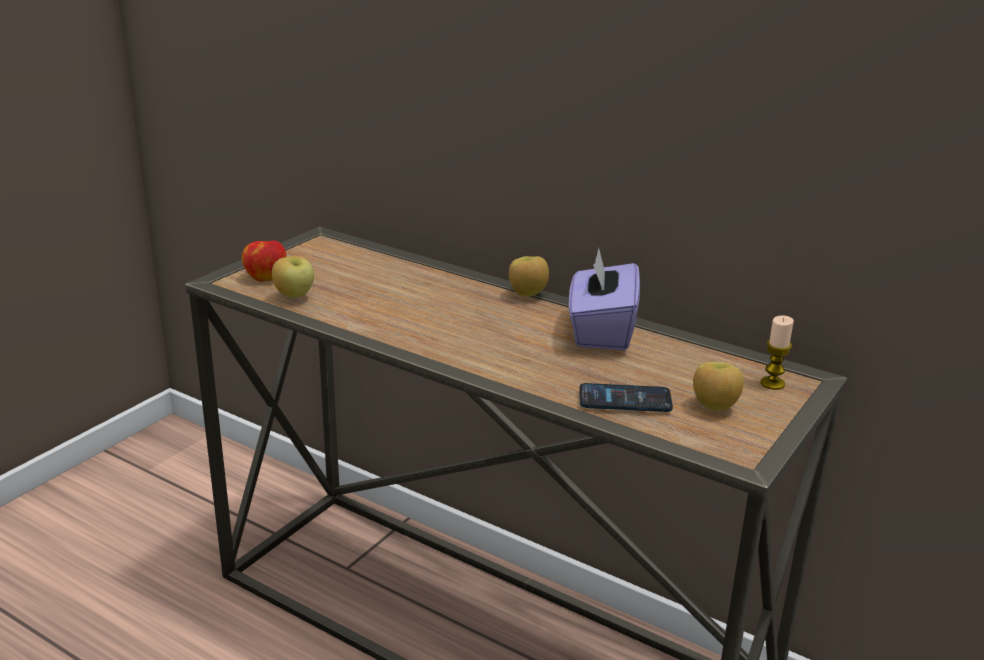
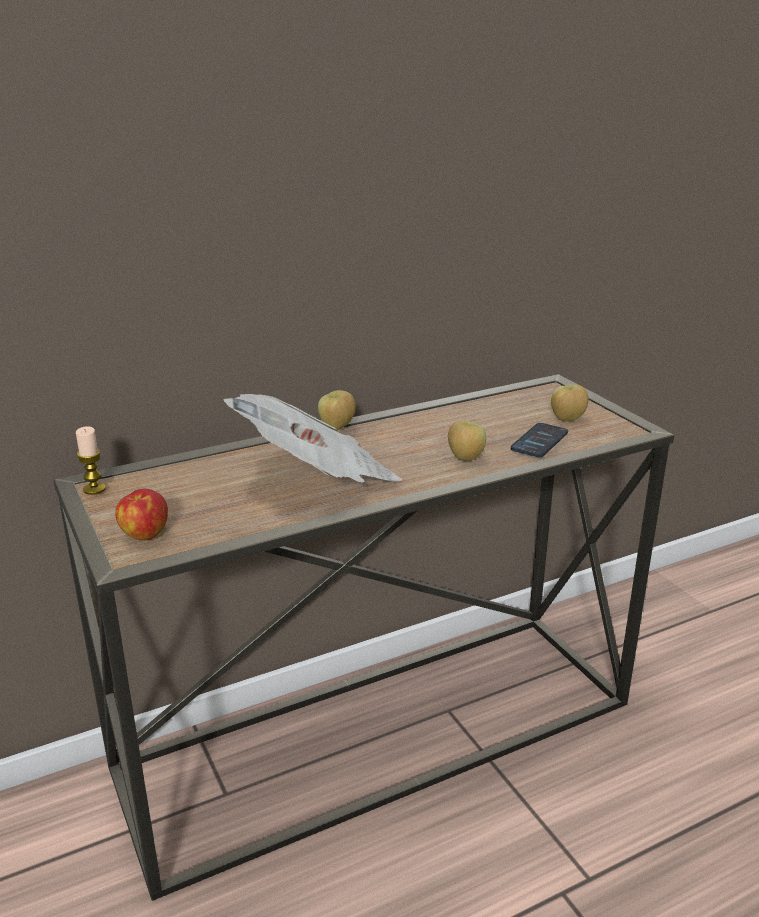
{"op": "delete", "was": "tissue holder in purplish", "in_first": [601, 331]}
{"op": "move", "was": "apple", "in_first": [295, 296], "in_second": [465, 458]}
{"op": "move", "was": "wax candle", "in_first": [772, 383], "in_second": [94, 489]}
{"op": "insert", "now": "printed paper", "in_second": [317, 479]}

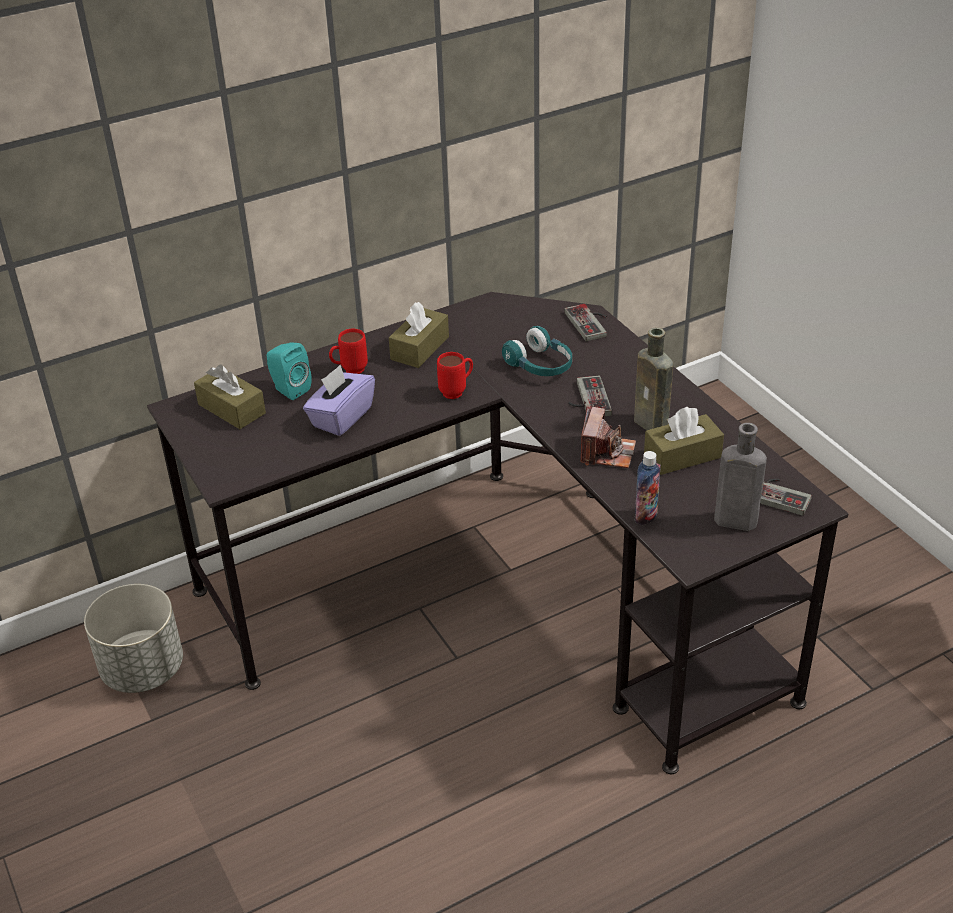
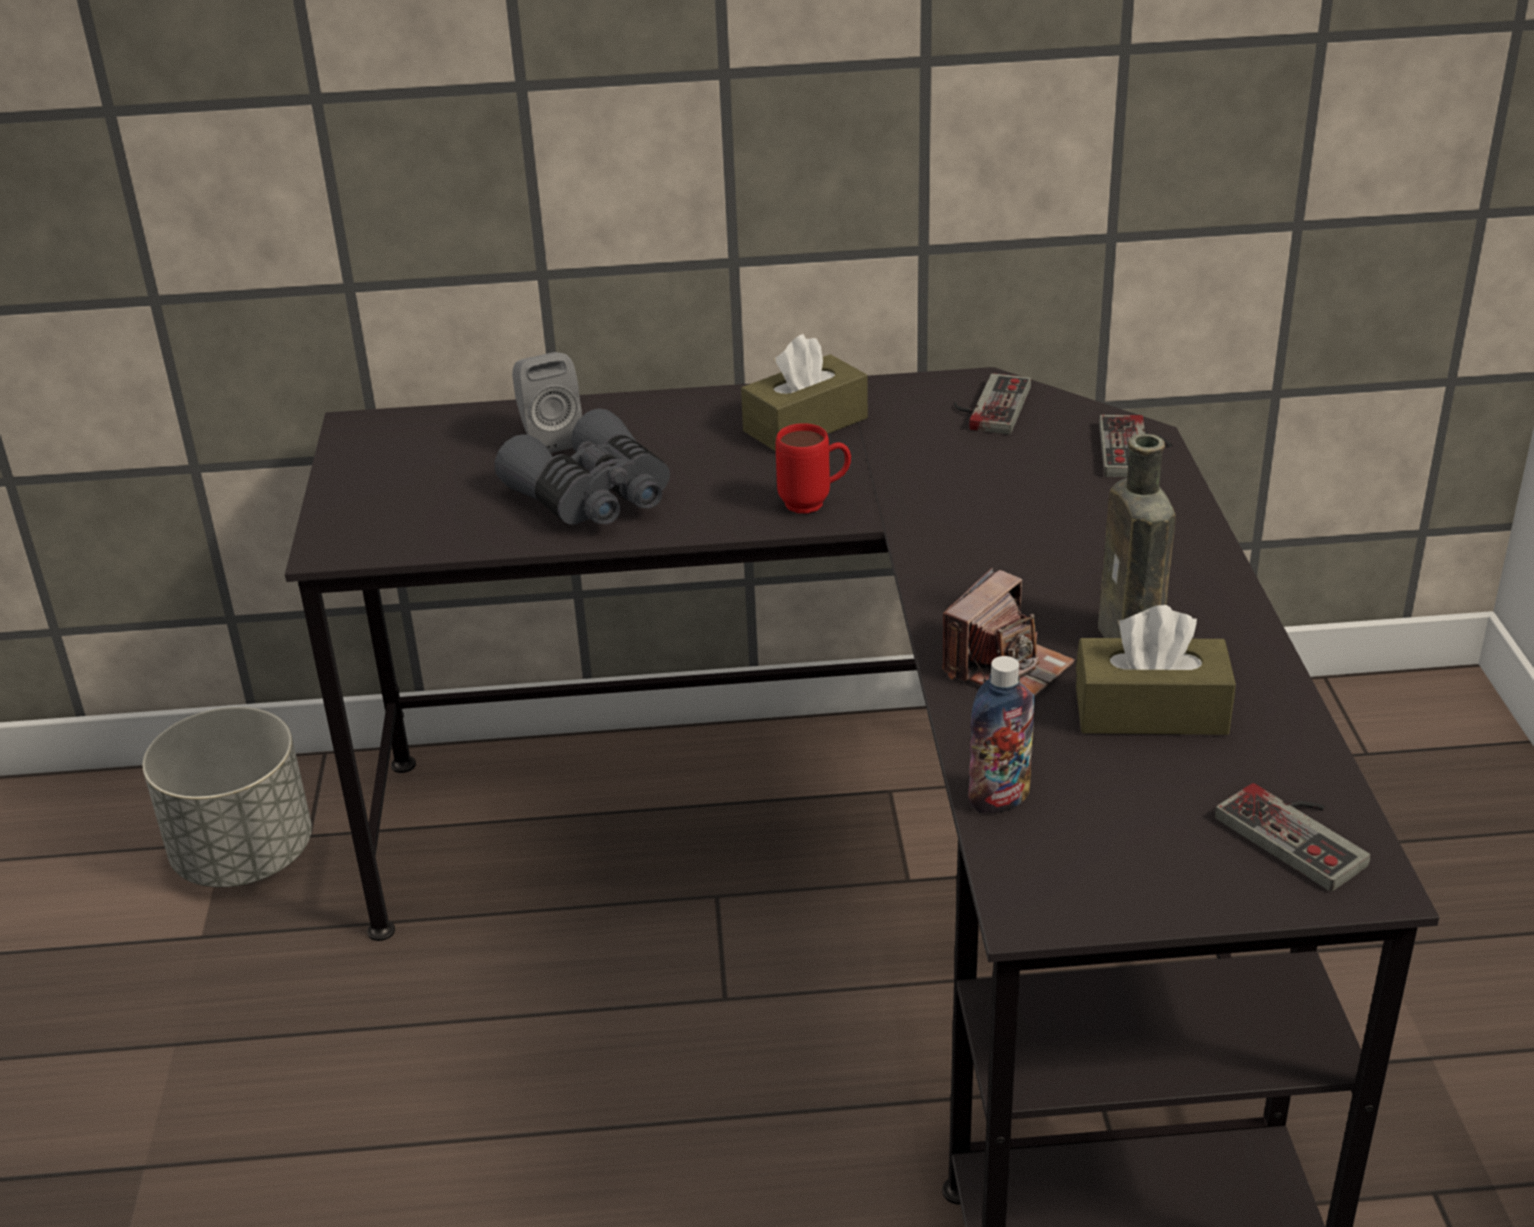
{"op": "delete", "was": "headset in turquoise", "in_first": [540, 366]}
{"op": "delete", "was": "mug in red", "in_first": [349, 371]}
{"op": "recolor", "was": "speaker in turquoise", "now": "speaker in gray", "in_first": [289, 389], "in_second": [548, 438]}
{"op": "delete", "was": "tissue holder in brown", "in_first": [231, 409]}
{"op": "replace", "was": "tissue holder in purplish", "now": "pair of binoculars in gray", "in_first": [341, 417], "in_second": [593, 497]}
{"op": "move", "was": "joypad", "in_first": [586, 399], "in_second": [988, 406]}
{"op": "delete", "was": "beverage bottle in gray", "in_first": [732, 520]}

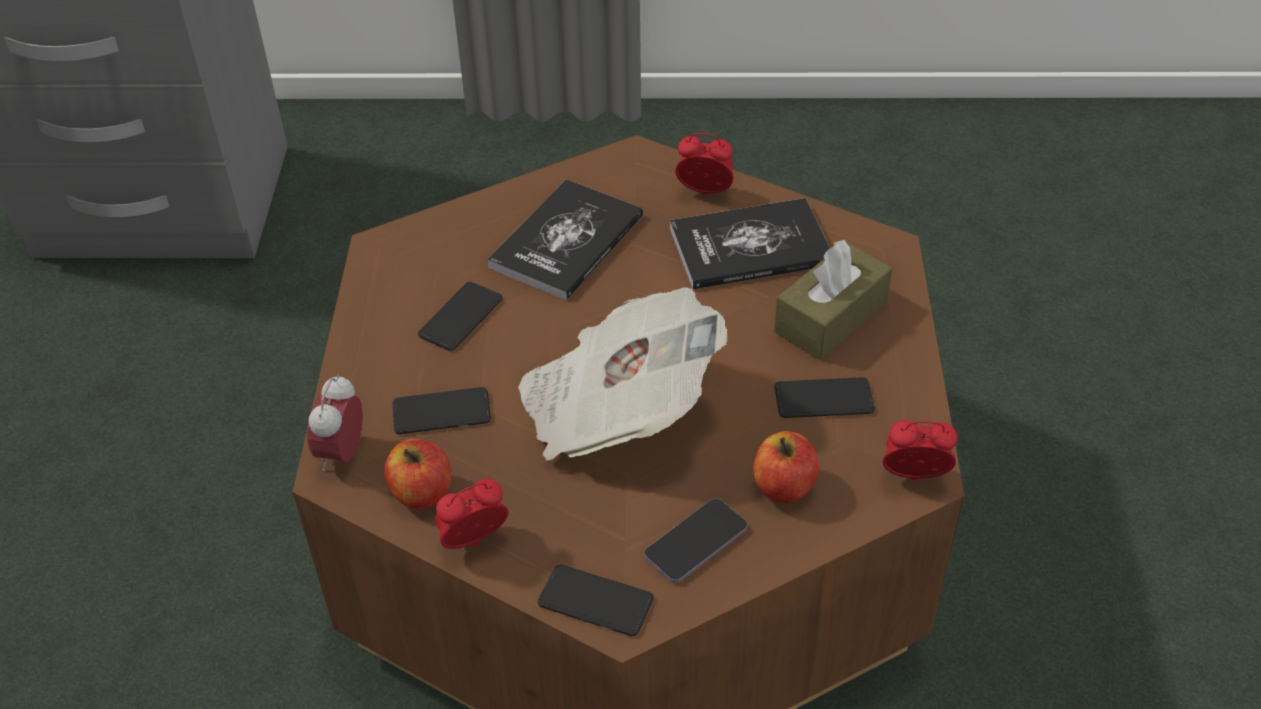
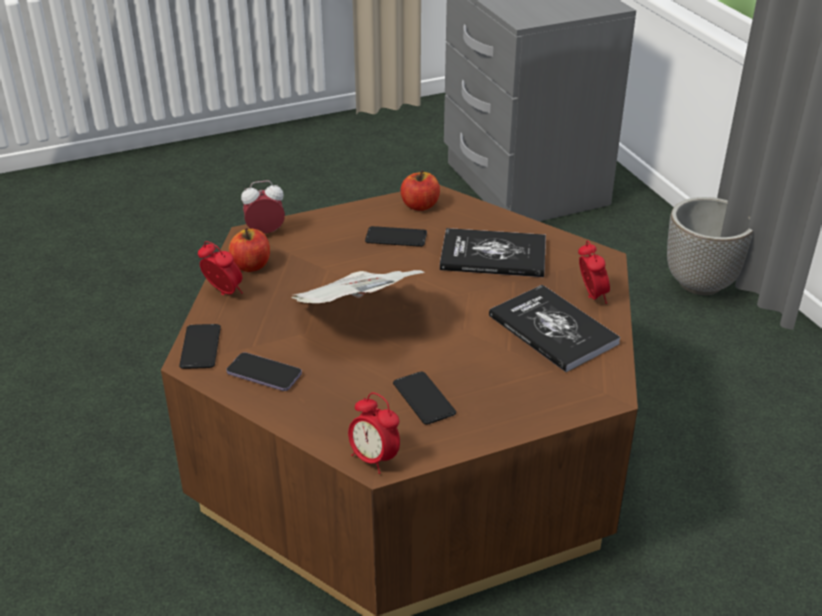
{"op": "delete", "was": "tissue holder in brown", "in_first": [831, 317]}
{"op": "delete", "was": "telephone", "in_first": [441, 412]}
{"op": "rotate", "was": "alarm clock", "in_first": [913, 478], "in_second": [374, 459], "clockwise": 150}
{"op": "move", "was": "apple", "in_first": [784, 486], "in_second": [420, 206]}
{"op": "insert", "now": "flower pot", "in_second": [699, 284]}

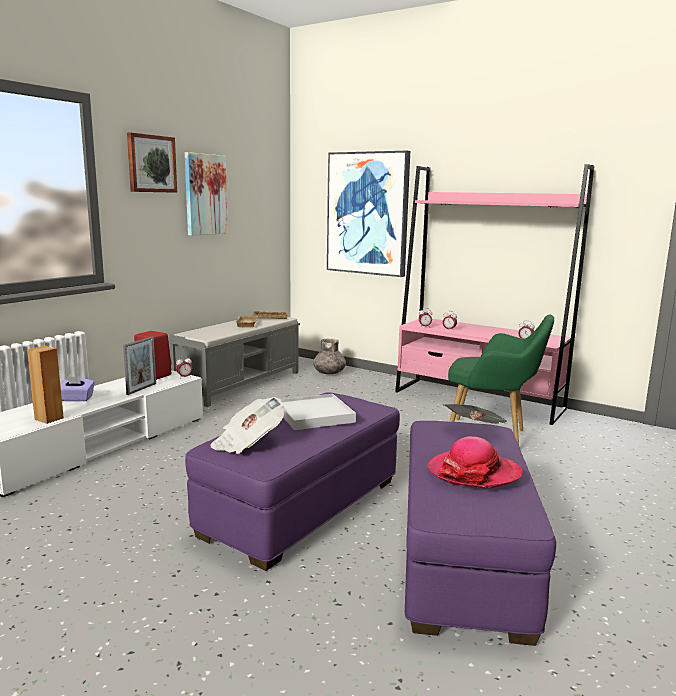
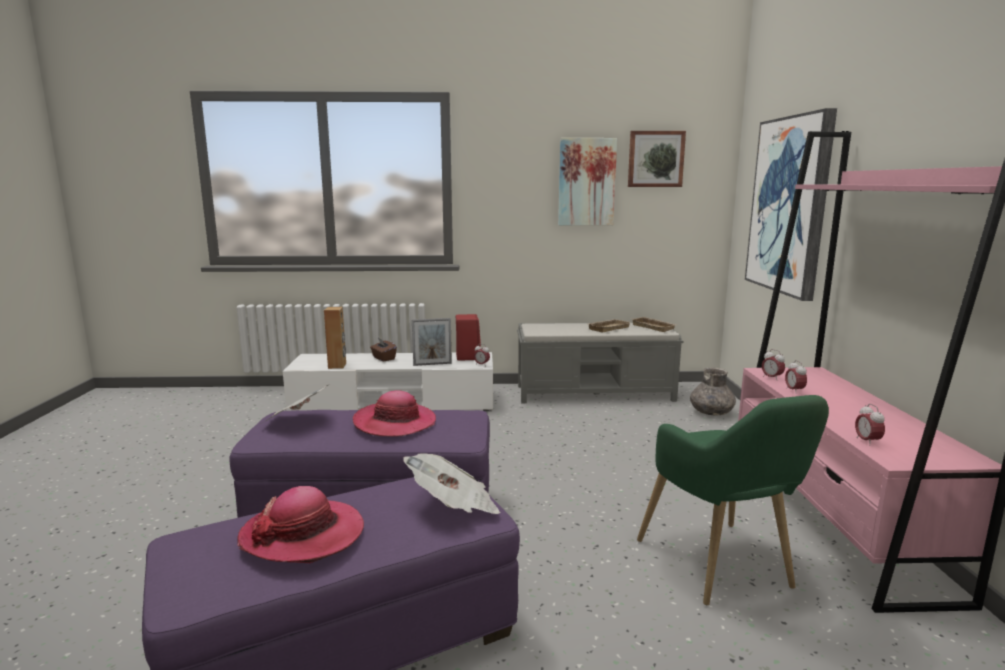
{"op": "move", "was": "wall art", "in_first": [151, 164], "in_second": [655, 159]}
{"op": "recolor", "was": "tissue holder in purplish", "now": "tissue holder in brown", "in_first": [76, 399], "in_second": [383, 358]}
{"op": "replace", "was": "carrying tray in whitish", "now": "clothing hat", "in_first": [314, 415], "in_second": [395, 423]}

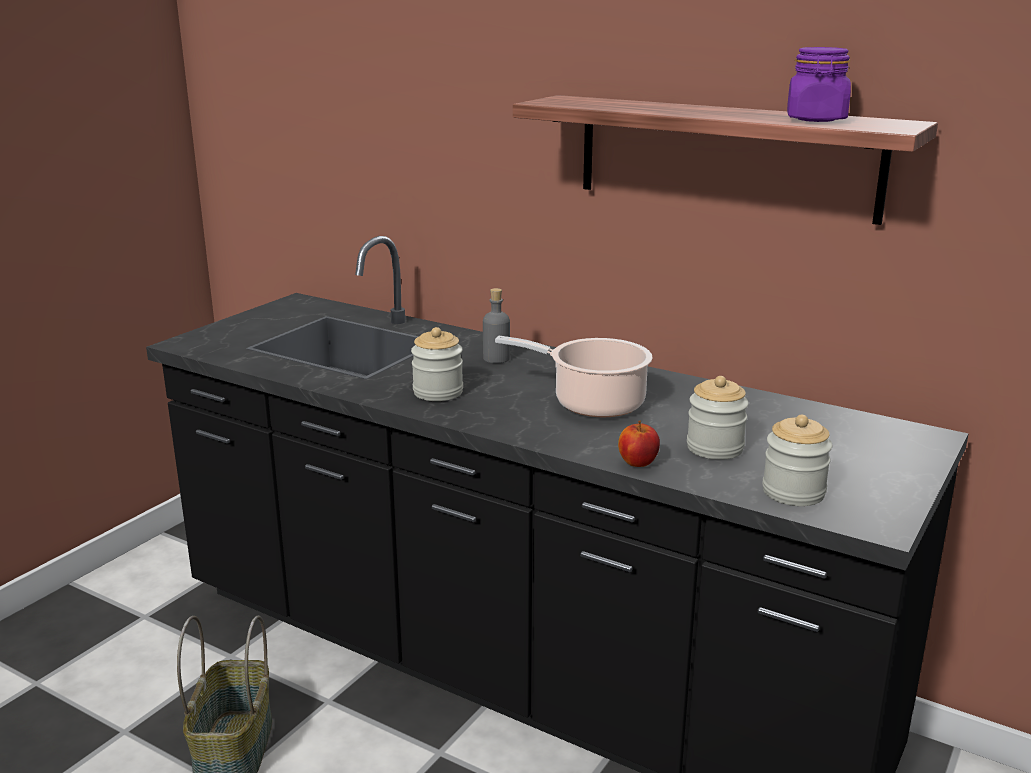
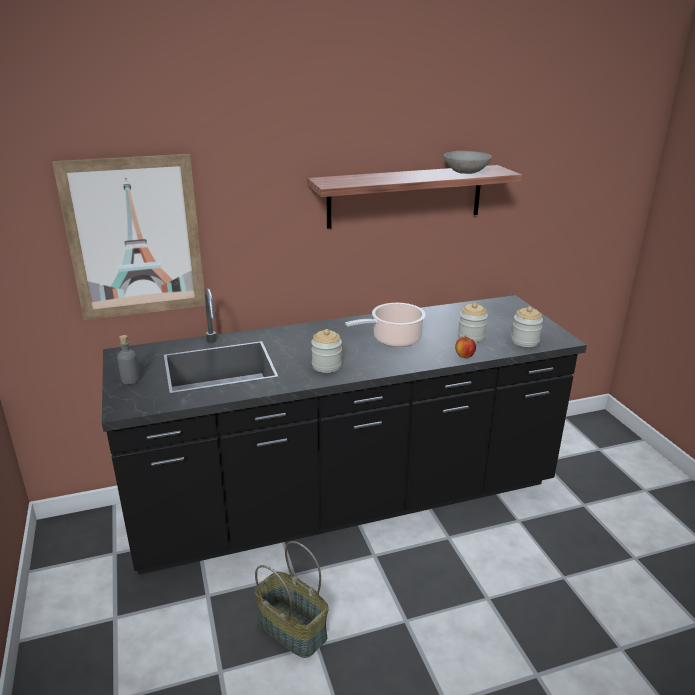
{"op": "replace", "was": "jar in purplish", "now": "serving bowl in gray", "in_first": [816, 119], "in_second": [465, 172]}
{"op": "move", "was": "beverage bottle in gray", "in_first": [496, 358], "in_second": [130, 380]}
{"op": "insert", "now": "wall art", "in_second": [135, 238]}

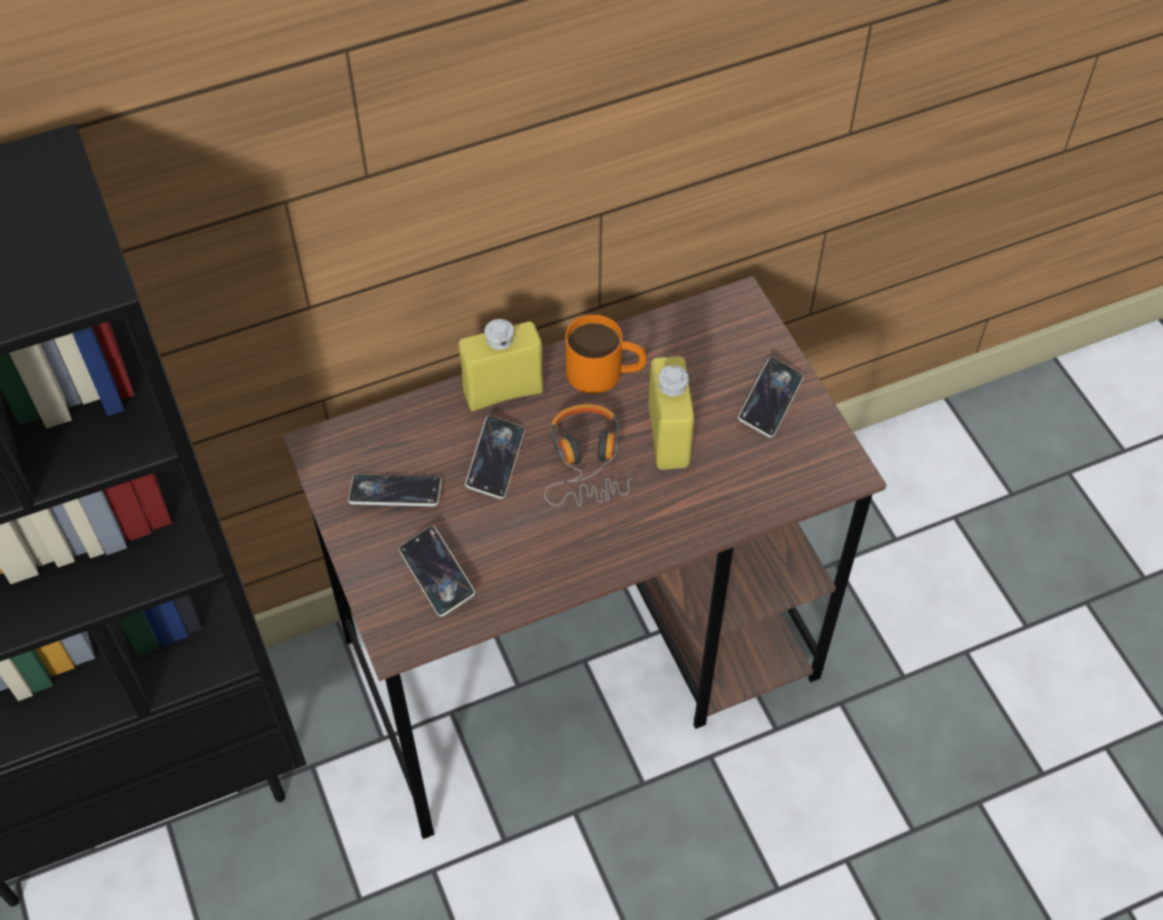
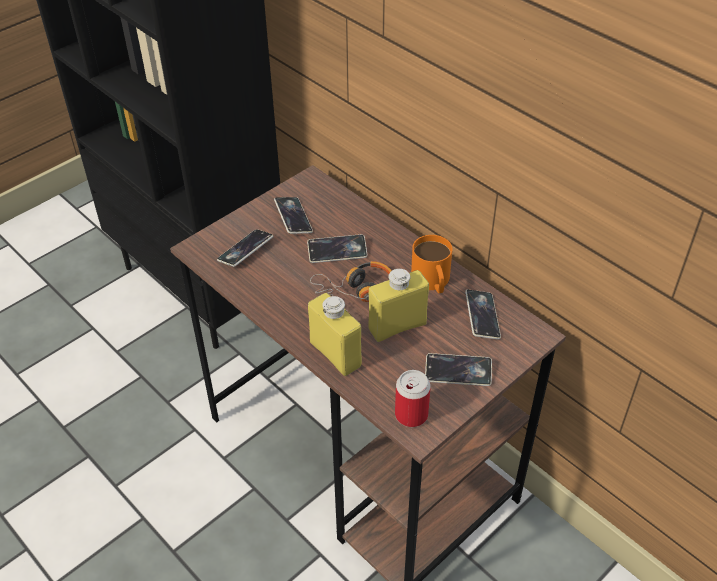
{"op": "move", "was": "beverage bottle in yellow-coloured", "in_first": [503, 391], "in_second": [335, 354]}
{"op": "insert", "now": "telephone", "in_second": [482, 317]}
{"op": "insert", "now": "sealed can", "in_second": [411, 415]}

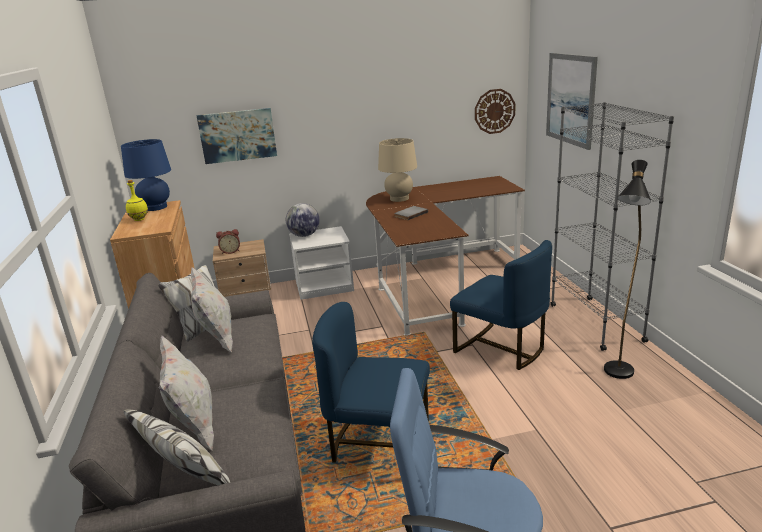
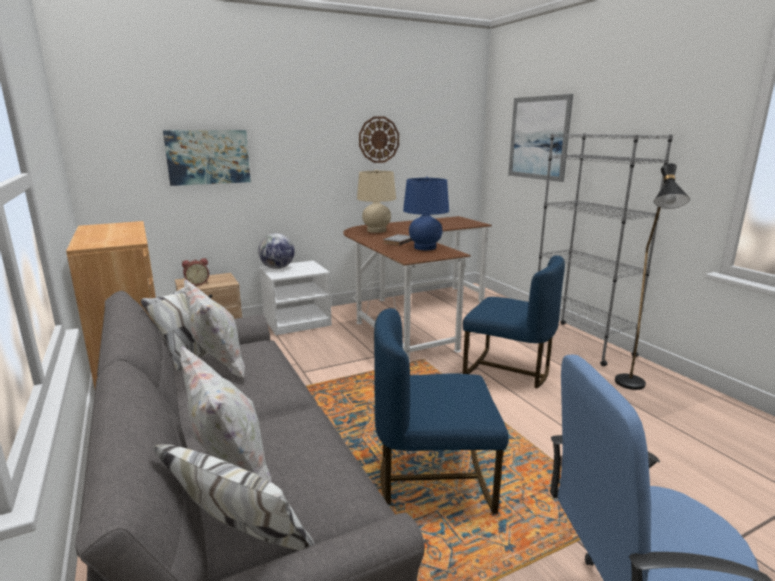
{"op": "move", "was": "hanging clock", "in_first": [494, 111], "in_second": [379, 139]}
{"op": "move", "was": "table lamp in blue-coloured", "in_first": [156, 207], "in_second": [425, 247]}
{"op": "delete", "was": "beverage bottle in yellow-coloured", "in_first": [139, 219]}

